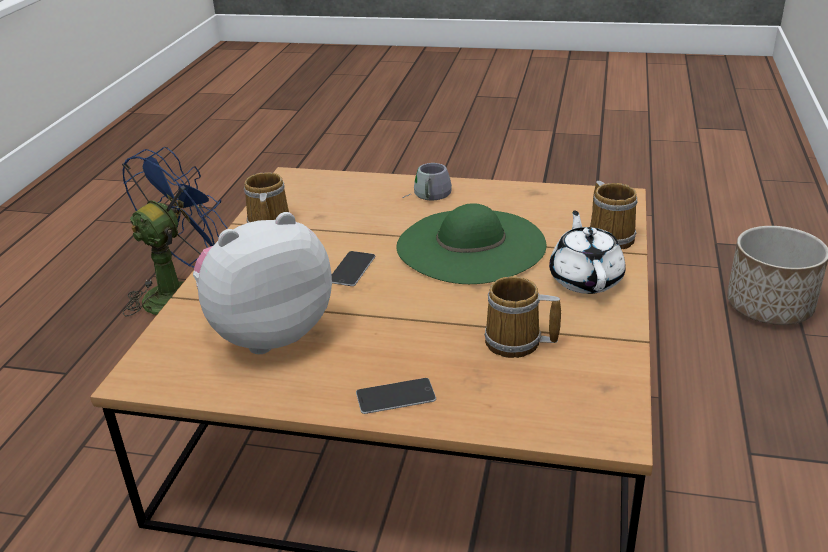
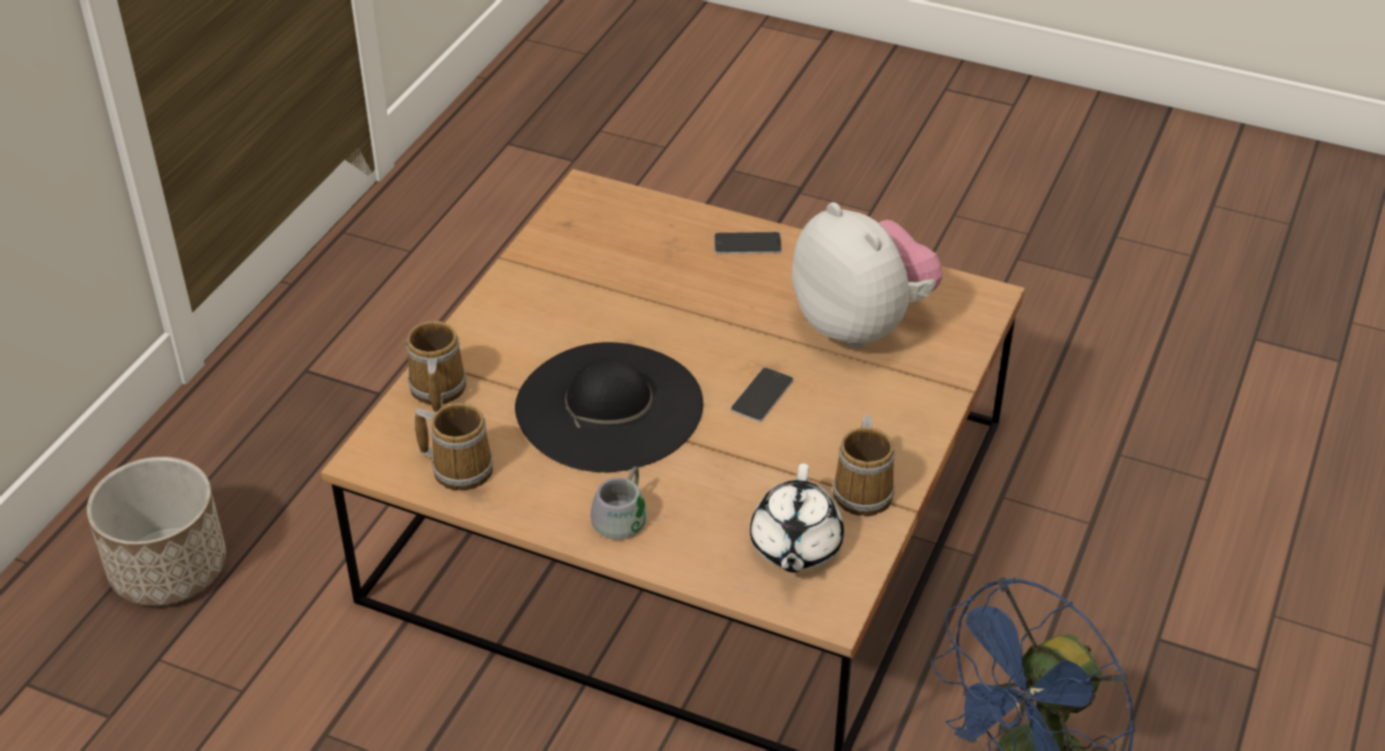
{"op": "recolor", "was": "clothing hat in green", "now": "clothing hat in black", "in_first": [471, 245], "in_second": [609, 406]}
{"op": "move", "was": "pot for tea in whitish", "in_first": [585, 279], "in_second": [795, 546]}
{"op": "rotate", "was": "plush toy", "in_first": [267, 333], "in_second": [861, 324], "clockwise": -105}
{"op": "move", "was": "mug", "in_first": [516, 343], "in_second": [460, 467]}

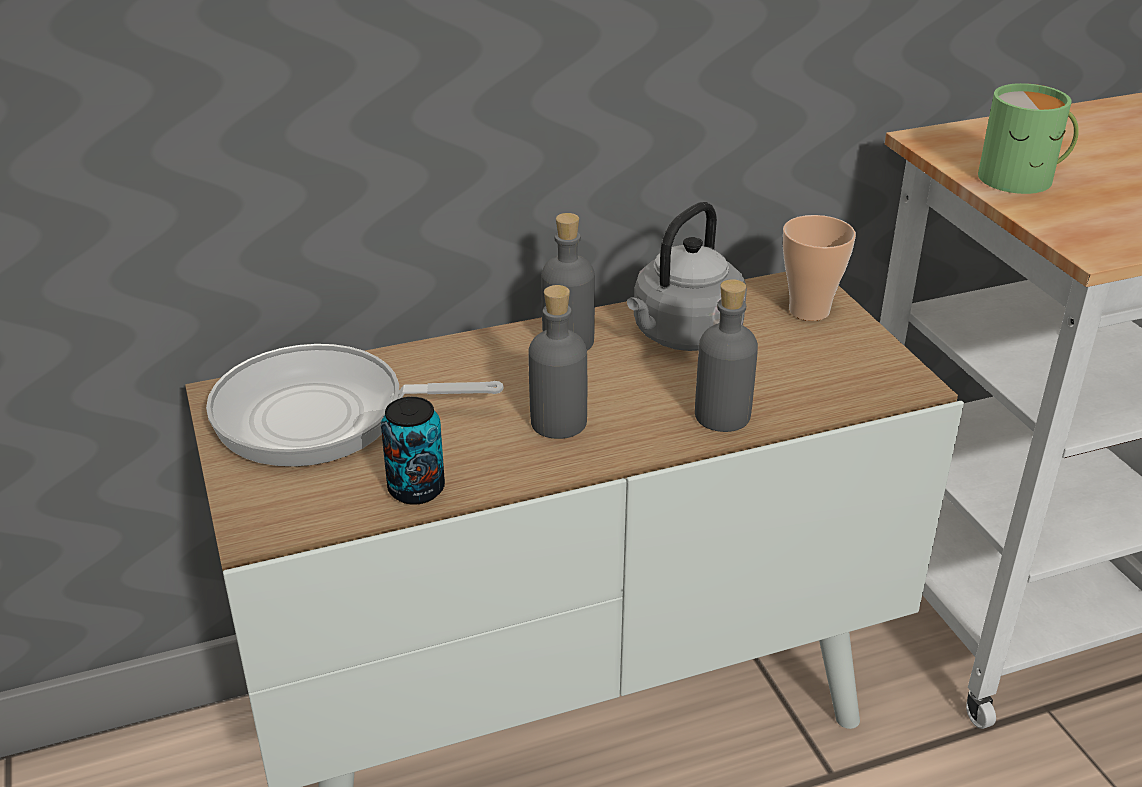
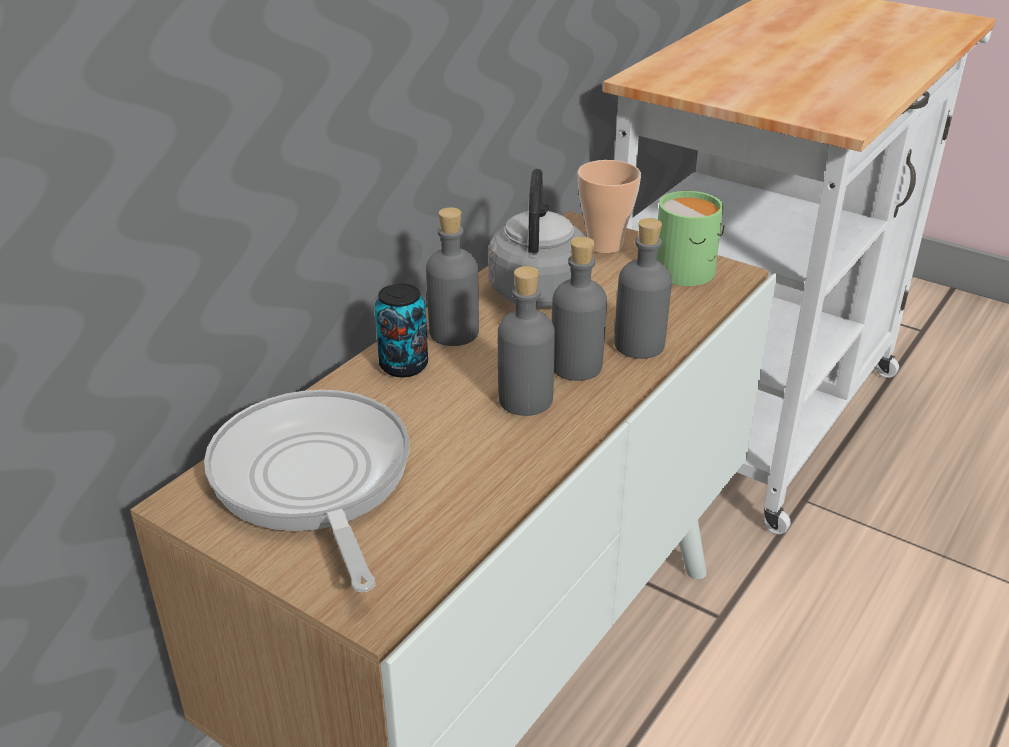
{"op": "move", "was": "mug in green", "in_first": [1024, 178], "in_second": [690, 269]}
{"op": "rotate", "was": "pan", "in_first": [322, 417], "in_second": [313, 480], "clockwise": 105}
{"op": "move", "was": "sealed can", "in_first": [416, 489], "in_second": [403, 366]}
{"op": "insert", "now": "beverage bottle in gray", "in_second": [576, 366]}

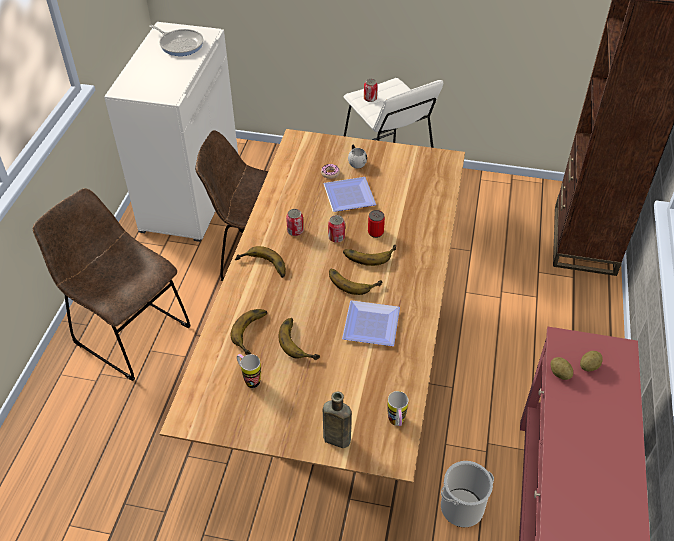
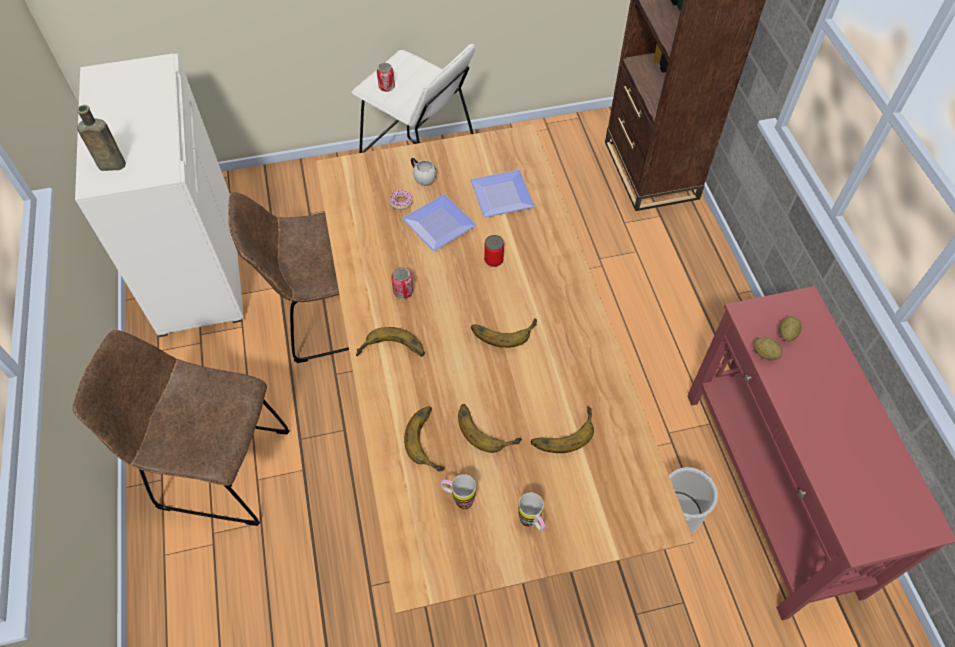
{"op": "delete", "was": "pan", "in_first": [180, 44]}
{"op": "delete", "was": "sealed can", "in_first": [336, 237]}
{"op": "move", "was": "banana", "in_first": [369, 253], "in_second": [562, 431]}
{"op": "move", "was": "dinner plate", "in_first": [369, 326], "in_second": [500, 197]}
{"op": "move", "was": "mug", "in_first": [396, 423], "in_second": [532, 524]}
{"op": "move", "was": "beverage bottle in brown", "in_first": [335, 438], "in_second": [110, 165]}

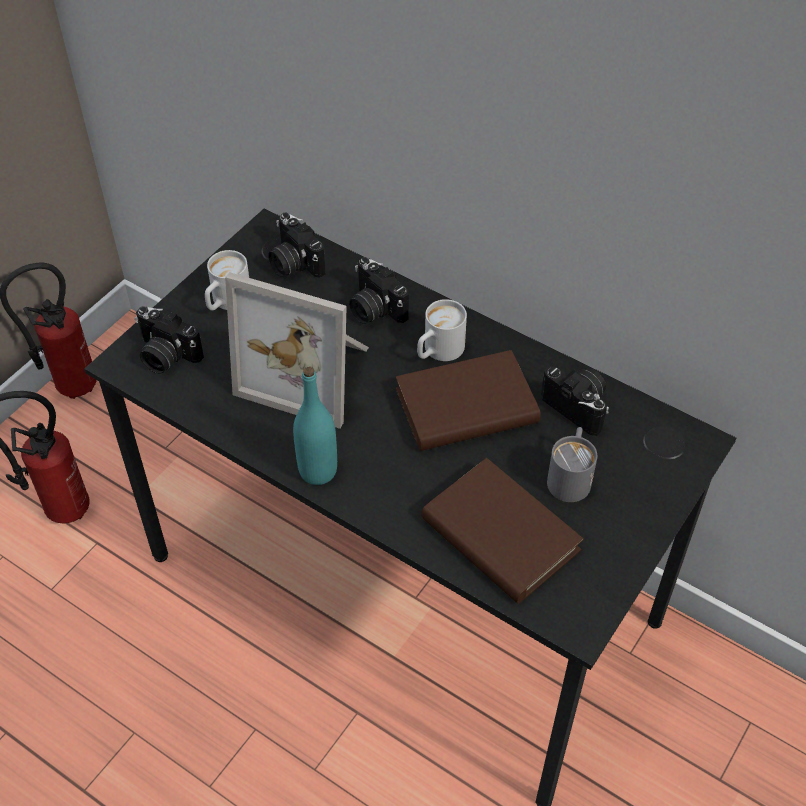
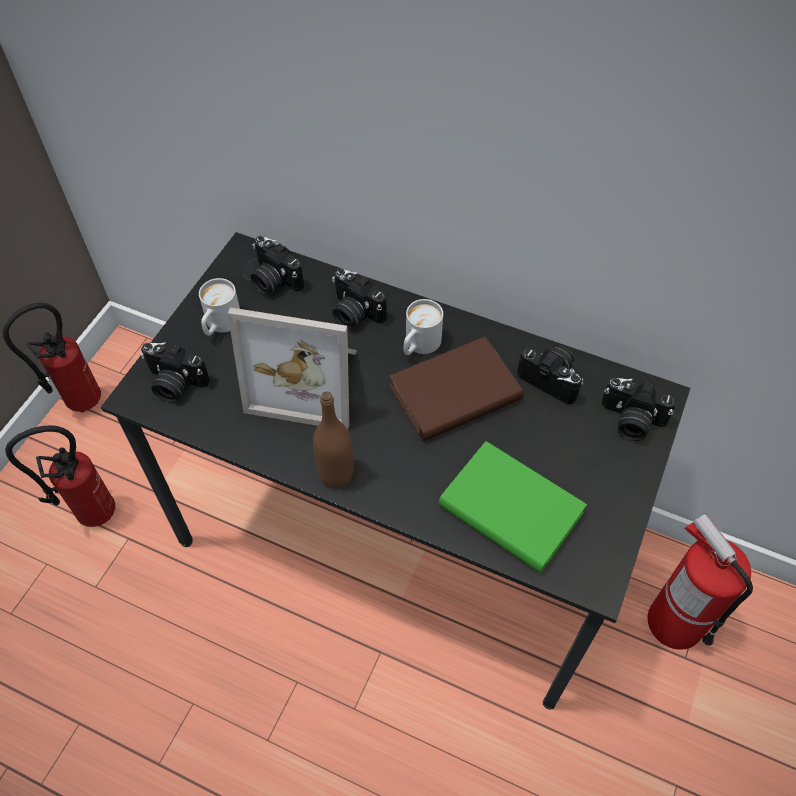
{"op": "recolor", "was": "beverage bottle in turquoise", "now": "beverage bottle in brown", "in_first": [318, 471], "in_second": [336, 474]}
{"op": "delete", "was": "mug in gray", "in_first": [570, 476]}
{"op": "recolor", "was": "book in brown", "now": "book in green", "in_first": [500, 535], "in_second": [510, 510]}
{"op": "insert", "now": "still camera", "in_second": [630, 421]}
{"op": "insert", "now": "extinguisher", "in_second": [674, 621]}

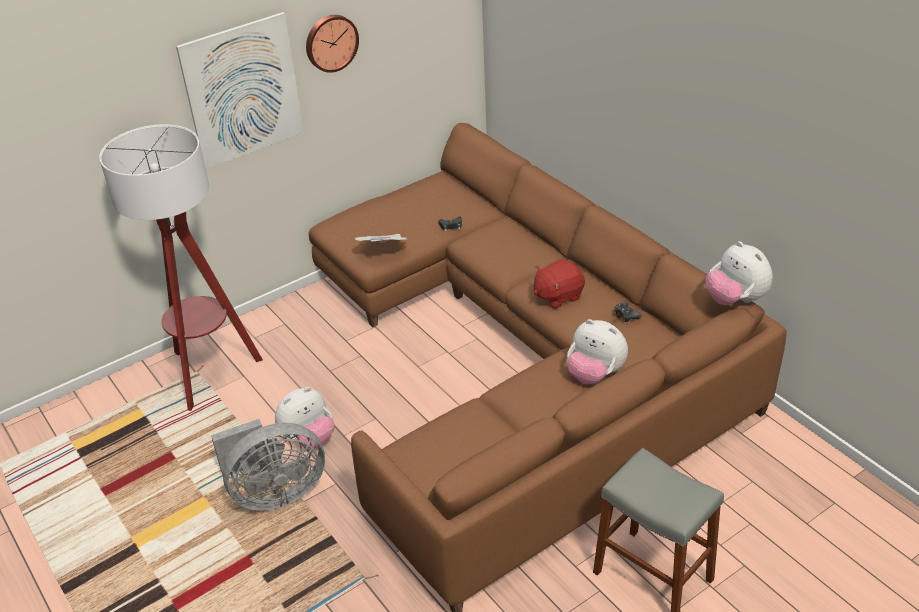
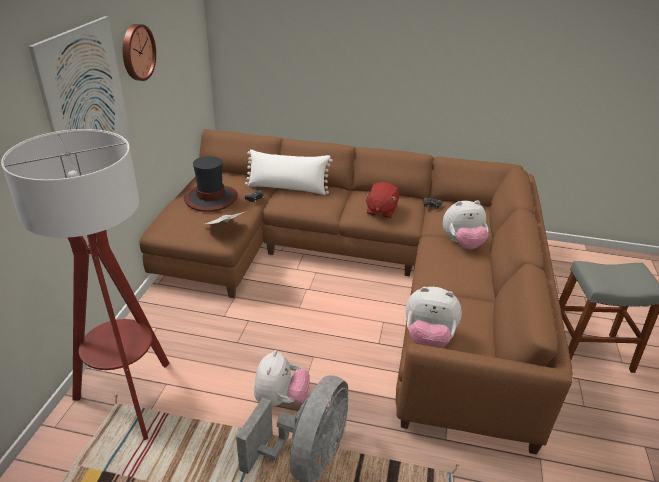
{"op": "move", "was": "plush toy", "in_first": [735, 300], "in_second": [428, 339]}
{"op": "insert", "now": "pillow in whitish", "in_second": [287, 188]}
{"op": "insert", "now": "clothing hat", "in_second": [211, 198]}

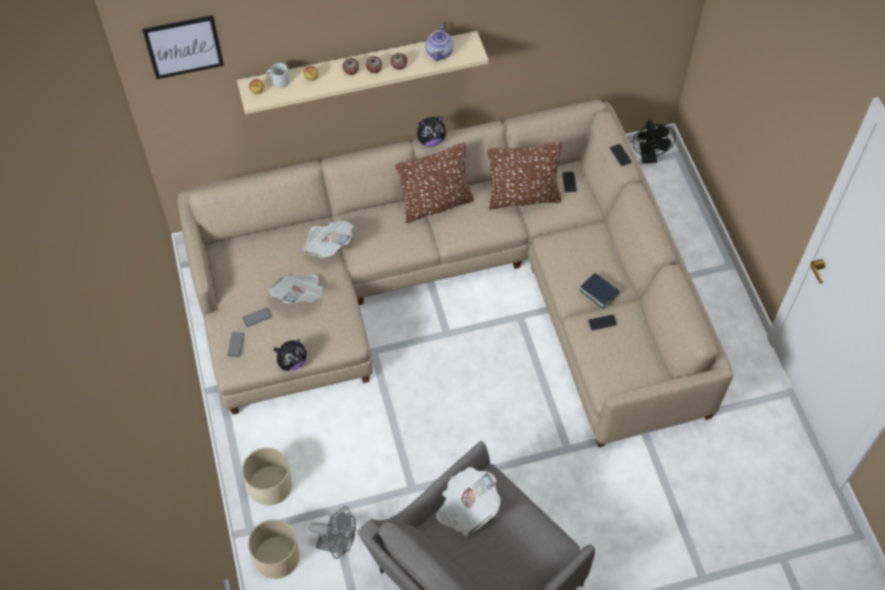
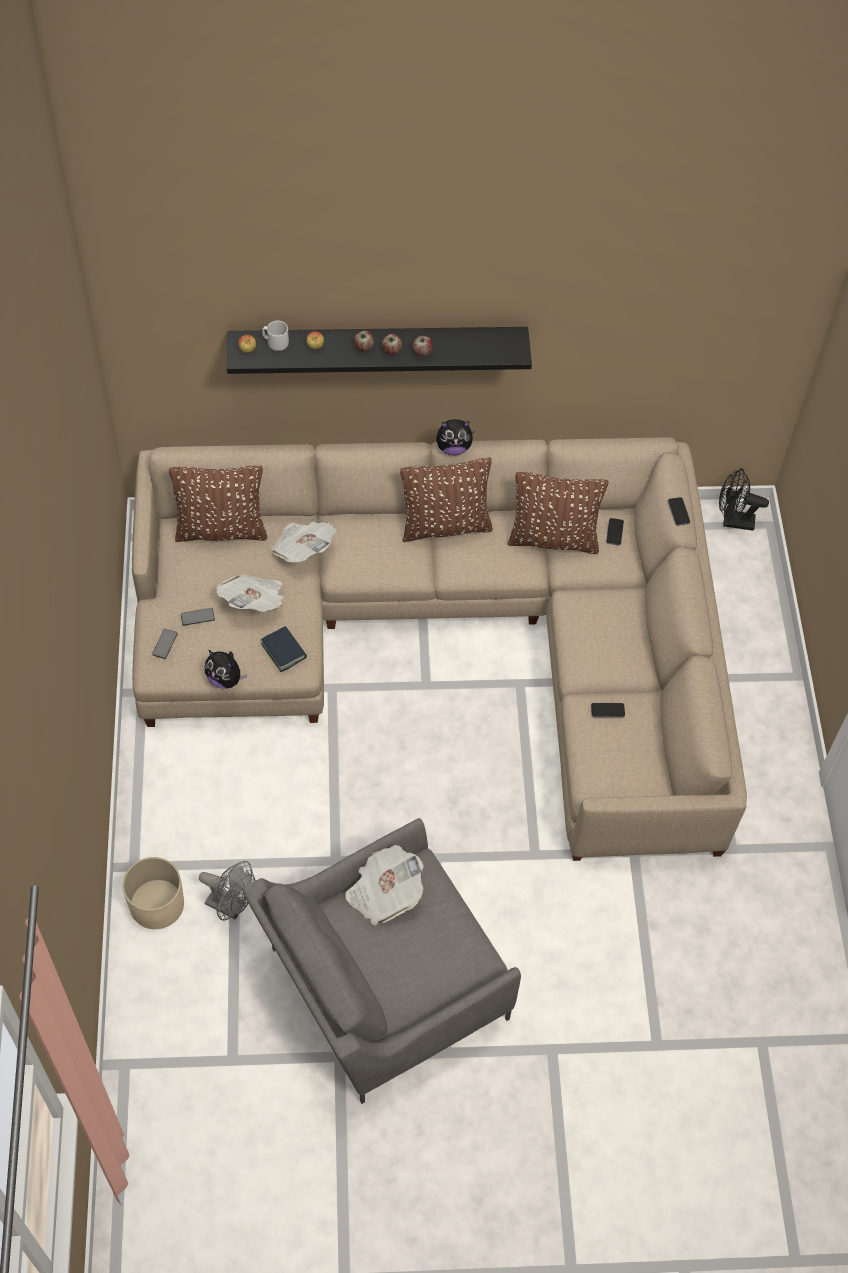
{"op": "delete", "was": "wall art", "in_first": [184, 46]}
{"op": "delete", "was": "pot for tea", "in_first": [440, 53]}
{"op": "recolor", "was": "shelf in beige-coloured", "now": "shelf in black", "in_first": [359, 69], "in_second": [378, 346]}
{"op": "rotate", "was": "electric fan in black", "in_first": [648, 157], "in_second": [733, 521], "clockwise": 90}
{"op": "move", "was": "book", "in_first": [598, 292], "in_second": [284, 651]}
{"op": "rotate", "was": "plush toy", "in_first": [292, 362], "in_second": [225, 679], "clockwise": 60}
{"op": "delete", "was": "flower pot in beige-coloured", "in_first": [270, 485]}
{"op": "insert", "now": "pillow in brown", "in_second": [221, 530]}

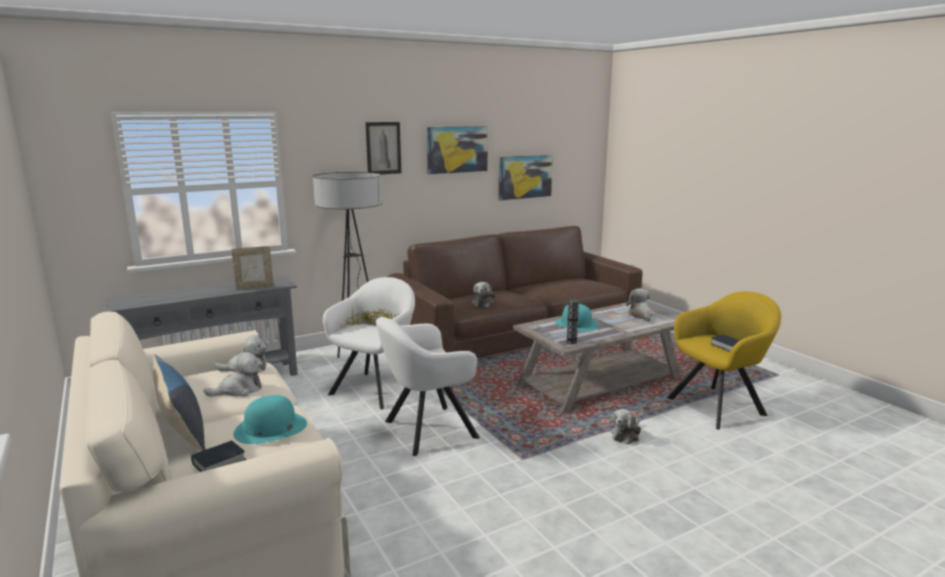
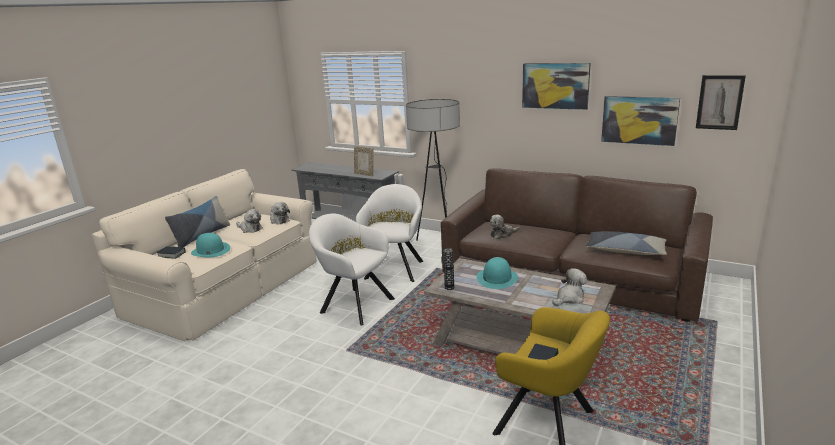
{"op": "move", "was": "wall art", "in_first": [383, 148], "in_second": [719, 102]}
{"op": "rotate", "was": "easy chair in whitish", "in_first": [377, 387], "in_second": [395, 268], "clockwise": -75}
{"op": "delete", "was": "plush toy", "in_first": [626, 435]}
{"op": "insert", "now": "pillow", "in_second": [625, 250]}

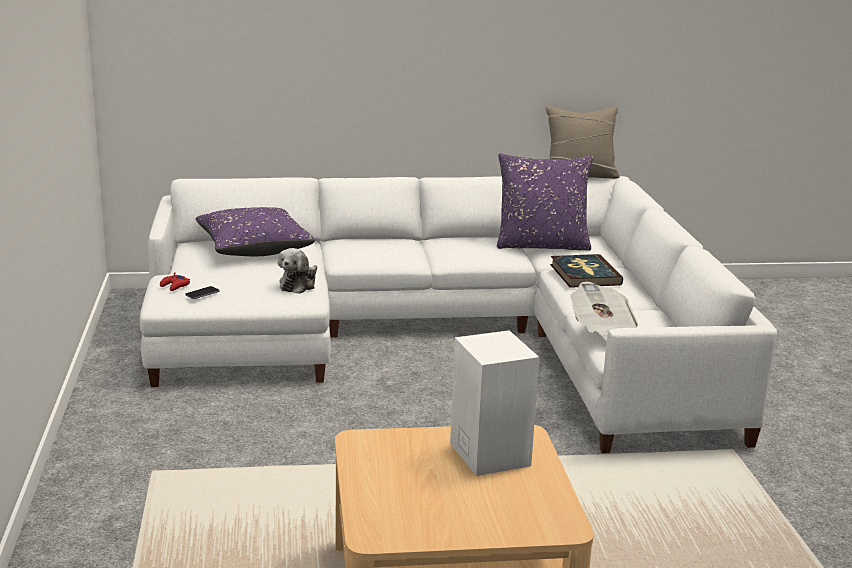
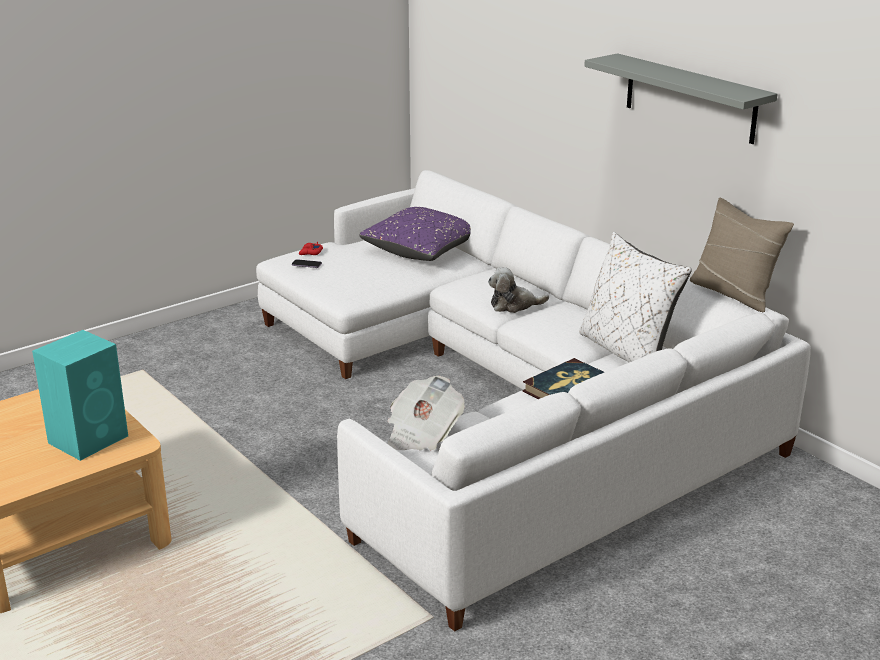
{"op": "recolor", "was": "pillow in purplish", "now": "pillow in whitish", "in_first": [542, 245], "in_second": [627, 351]}
{"op": "move", "was": "plush toy", "in_first": [299, 284], "in_second": [514, 305]}
{"op": "recolor", "was": "speaker in whitish", "now": "speaker in turquoise", "in_first": [489, 453], "in_second": [90, 438]}
{"op": "insert", "now": "shelf in gray", "in_second": [690, 98]}

